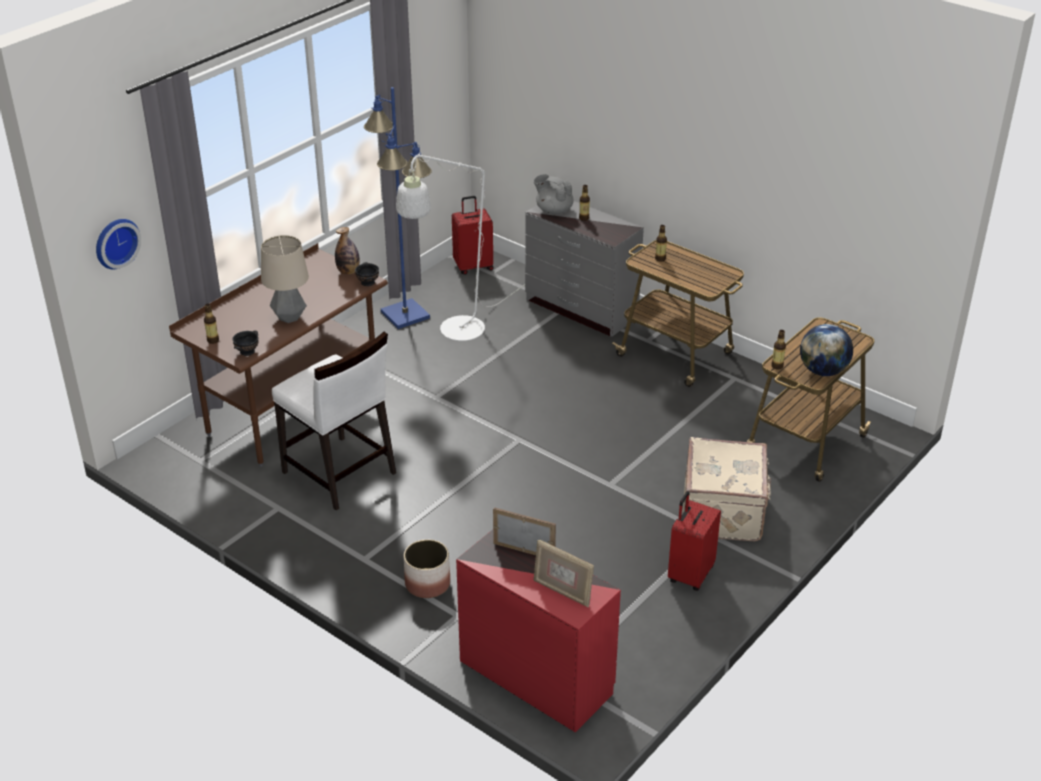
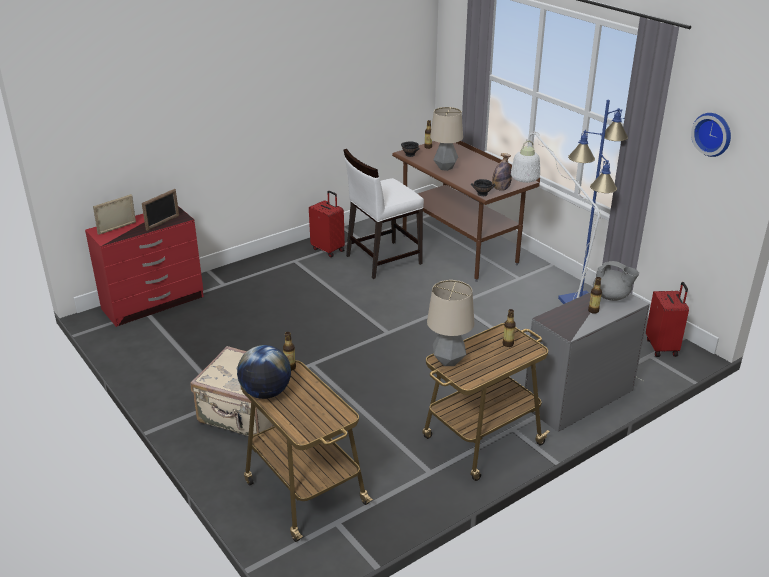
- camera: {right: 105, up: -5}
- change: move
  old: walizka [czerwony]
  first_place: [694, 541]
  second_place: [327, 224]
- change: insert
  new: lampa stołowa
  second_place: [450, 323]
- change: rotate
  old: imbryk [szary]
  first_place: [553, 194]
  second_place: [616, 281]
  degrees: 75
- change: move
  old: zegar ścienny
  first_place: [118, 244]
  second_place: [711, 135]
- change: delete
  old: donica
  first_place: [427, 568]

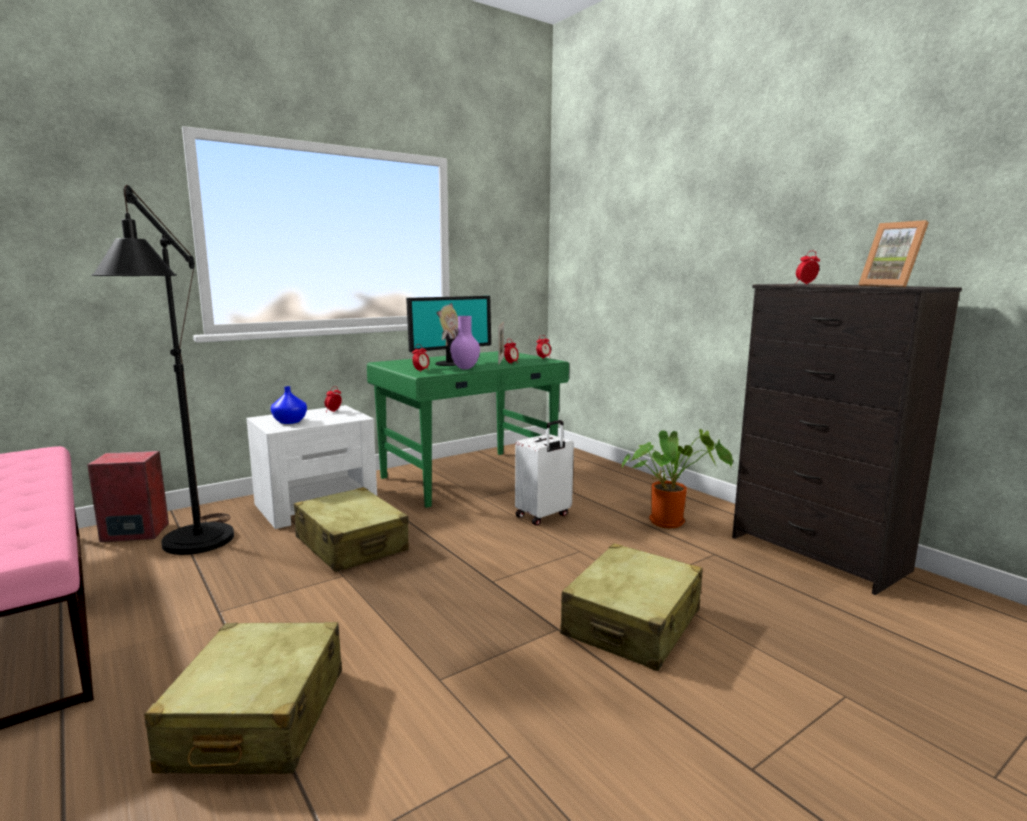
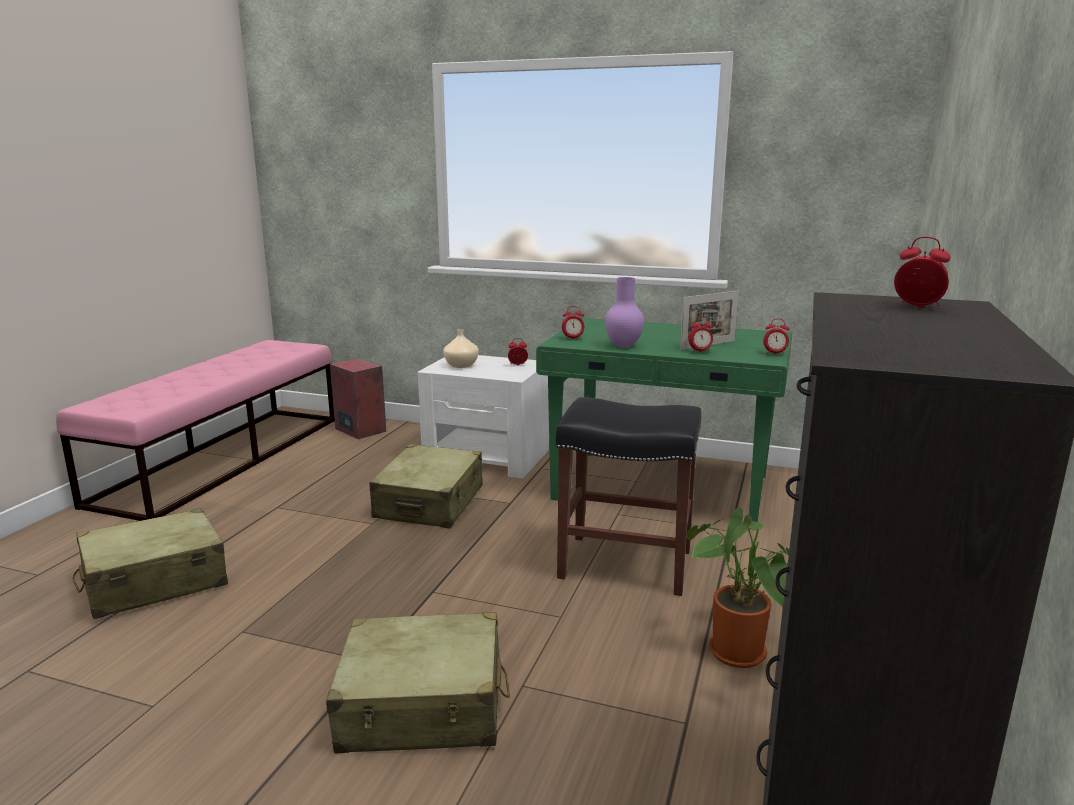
- camera: {right: 55, up: 5}
- change: recolor
  old: wazon [niebieski]
  new: wazon [beżowy]
  first_place: [289, 405]
  second_place: [461, 348]
- change: replace
  old: walizka [biały]
  new: stołek [czarny]
  first_place: [544, 473]
  second_place: [628, 496]
- change: delete
  old: lampa stojąca [czarny]
  first_place: [162, 370]
- change: delete
  old: monitor
  first_place: [448, 331]
- change: delete
  old: ramka na zdjęcie
  first_place: [893, 253]

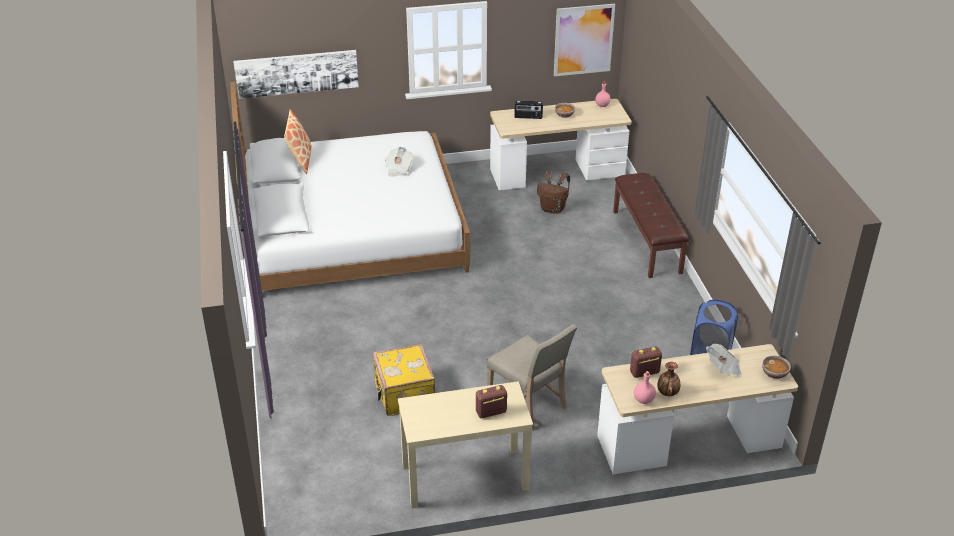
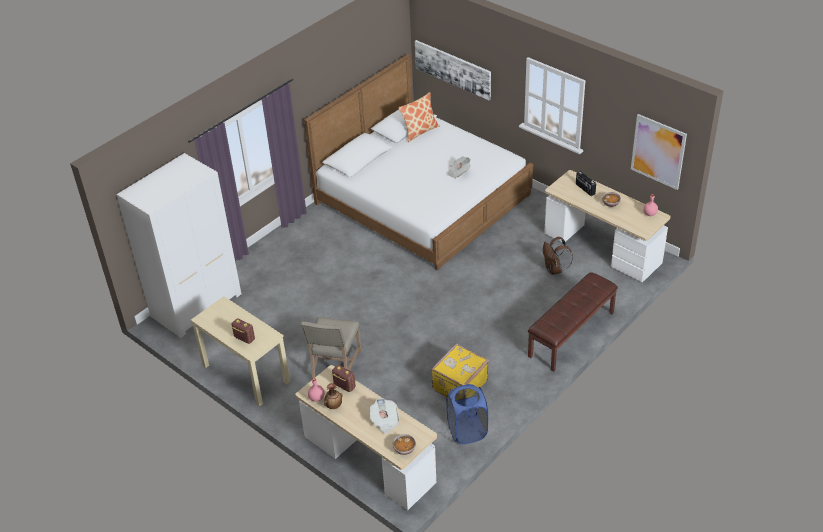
- camera: {right: 55, up: 5}
- change: insert
  new: szafa [biały]
  second_place: [178, 245]
- change: move
  old: walizka [żółty]
  first_place: [403, 380]
  second_place: [460, 370]

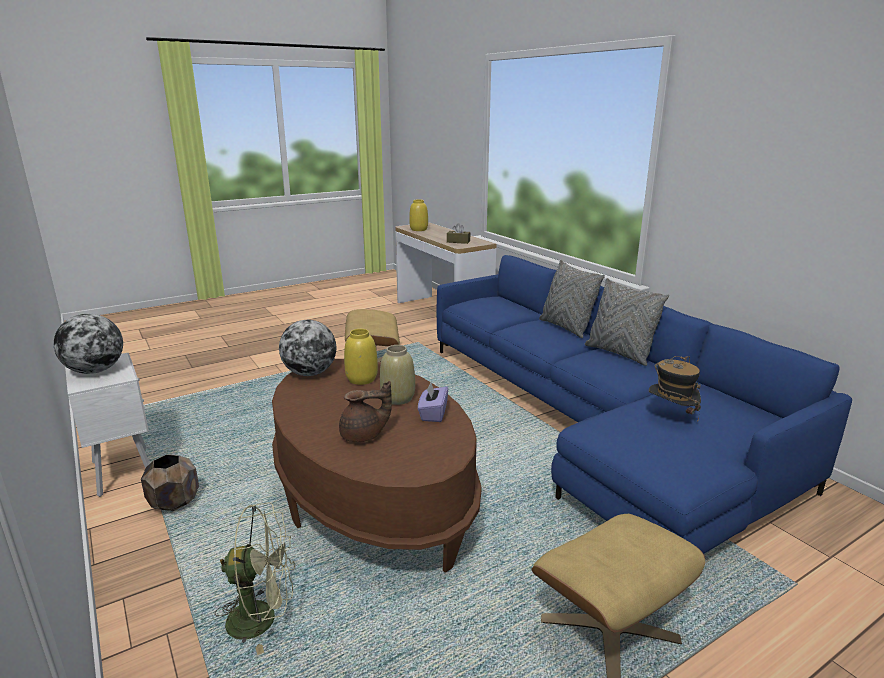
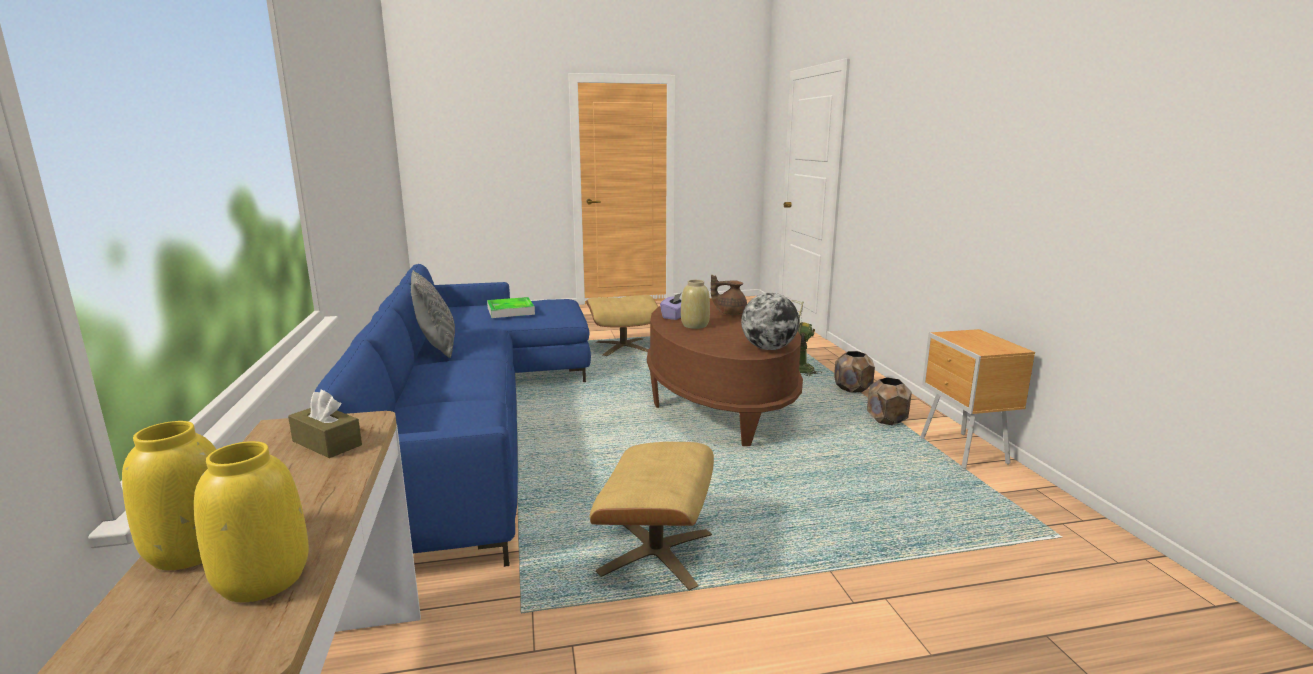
- camera: {right: -160, up: -5}
- change: move
  old: wazon [żółty]
  first_place: [361, 357]
  second_place: [169, 495]
- change: replace
  old: kapelusz
  new: taca
  first_place: [675, 389]
  second_place: [511, 307]
- change: insert
  new: donica [brązowy]
  second_place: [854, 371]
- change: recolor
  old: szafka nocna [biały]
  new: szafka nocna [brązowy]
  first_place: [107, 425]
  second_place: [977, 399]
- change: delete
  old: globus
  first_place: [88, 344]
- change: delete
  old: poduszka [szary]
  first_place: [572, 299]

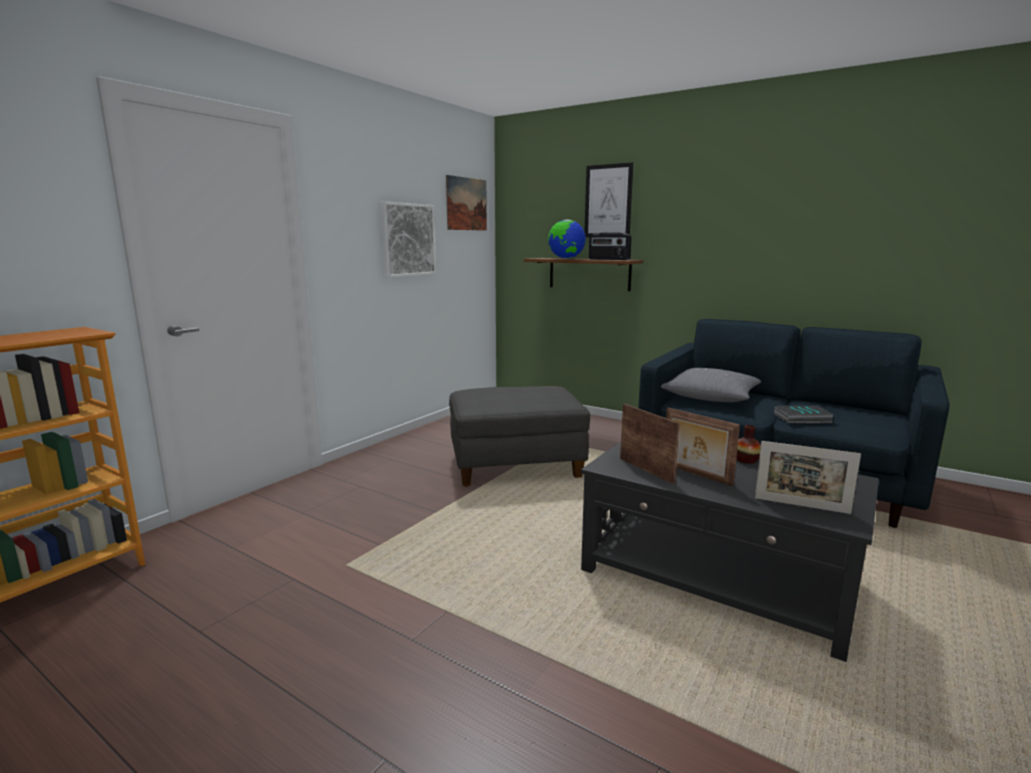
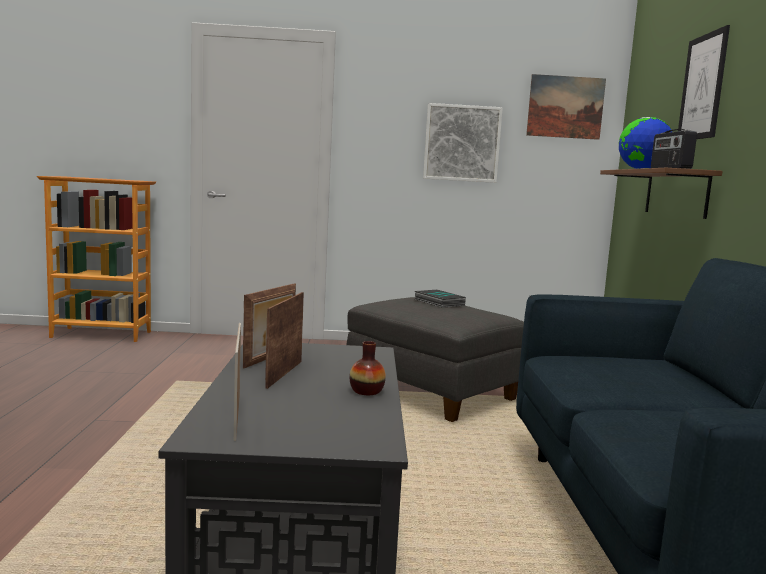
- camera: {right: 55, up: -5}
- change: move
  old: książka
  first_place: [804, 414]
  second_place: [440, 299]
- change: delete
  old: poduszka [szary]
  first_place: [711, 385]

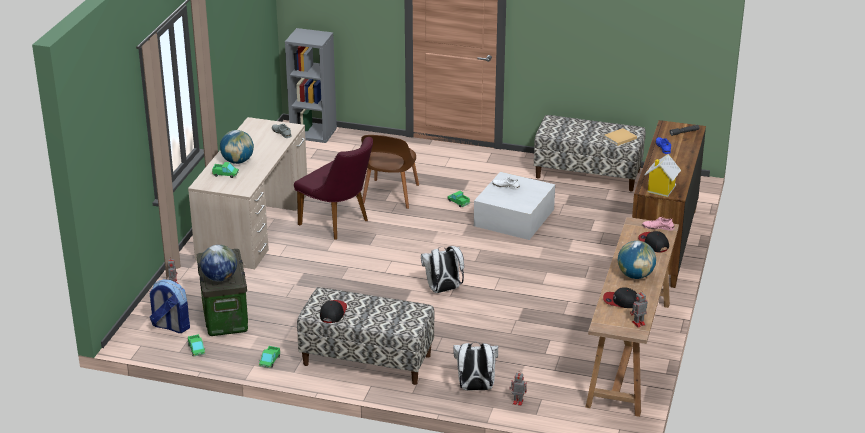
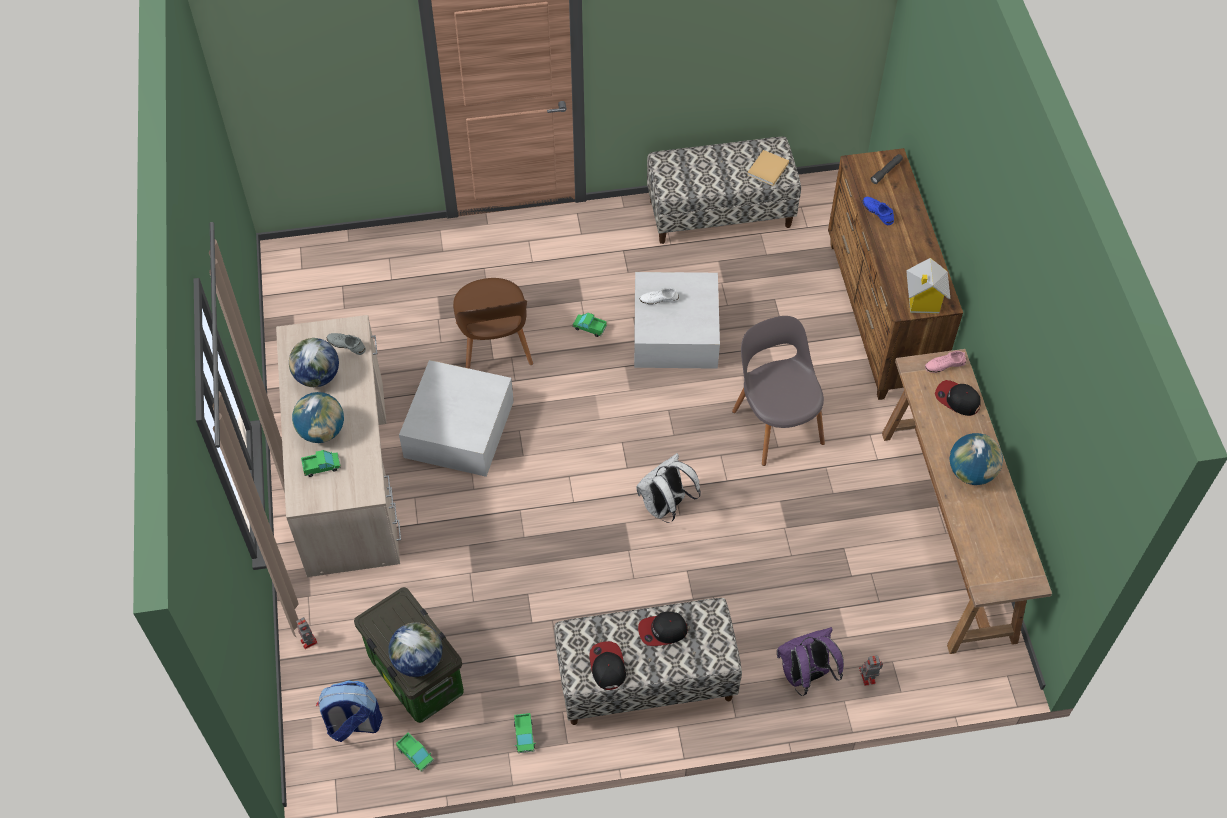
- camera: {right: -25, up: 25}
- change: insert
  new: globus
  second_place: [314, 362]
- change: replace
  old: krzesło [fioletowy]
  new: pojemnik do przechowywania [biały]
  first_place: [333, 188]
  second_place: [456, 418]
- change: move
  old: czapka z daszkiem
  first_place: [620, 297]
  second_place: [663, 629]
- change: insert
  new: krzesło [szary]
  second_place: [778, 391]
- change: recolor
  old: plecak [biały]
  new: plecak [fioletowy]
  first_place: [475, 366]
  second_place: [810, 661]
- change: delete
  old: regał [szary]
  first_place: [311, 85]
- change: delete
  old: robot zabawkowy
  first_place: [639, 309]

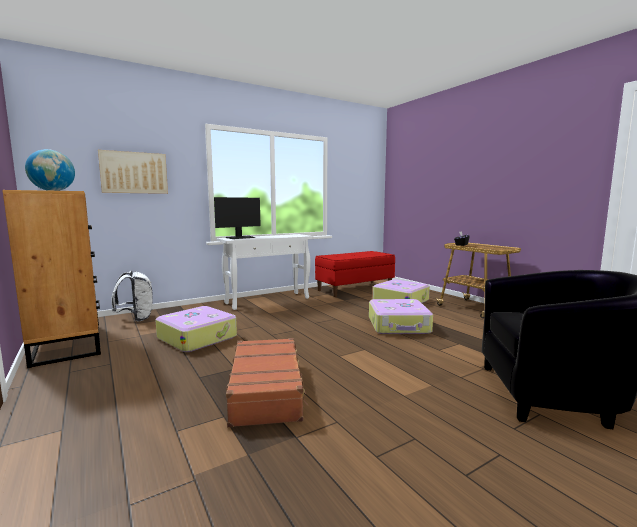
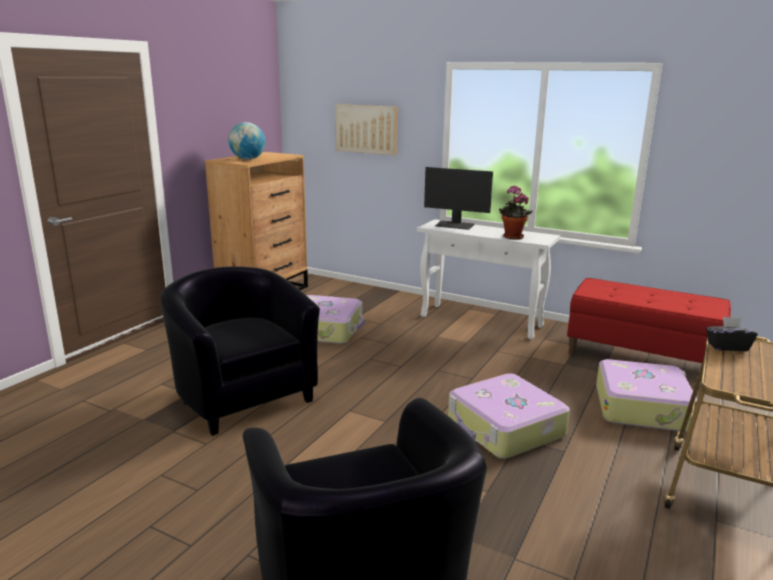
- camera: {right: 60, up: 10}
- change: replace
  old: walizka [brązowy]
  new: fotel [czarny]
  first_place: [267, 382]
  second_place: [240, 351]
- change: insert
  new: roślina doniczkowa
  second_place: [516, 212]
- change: delete
  old: plecak [biały]
  first_place: [132, 296]

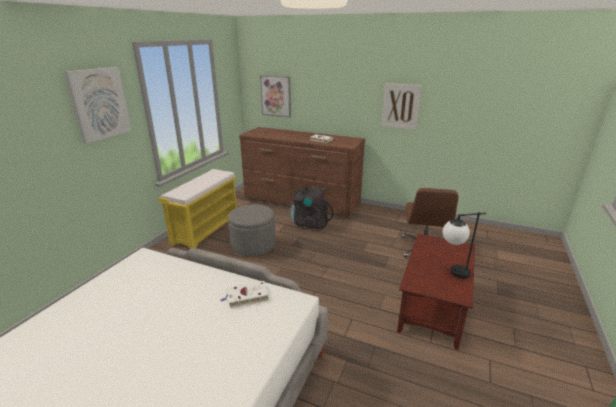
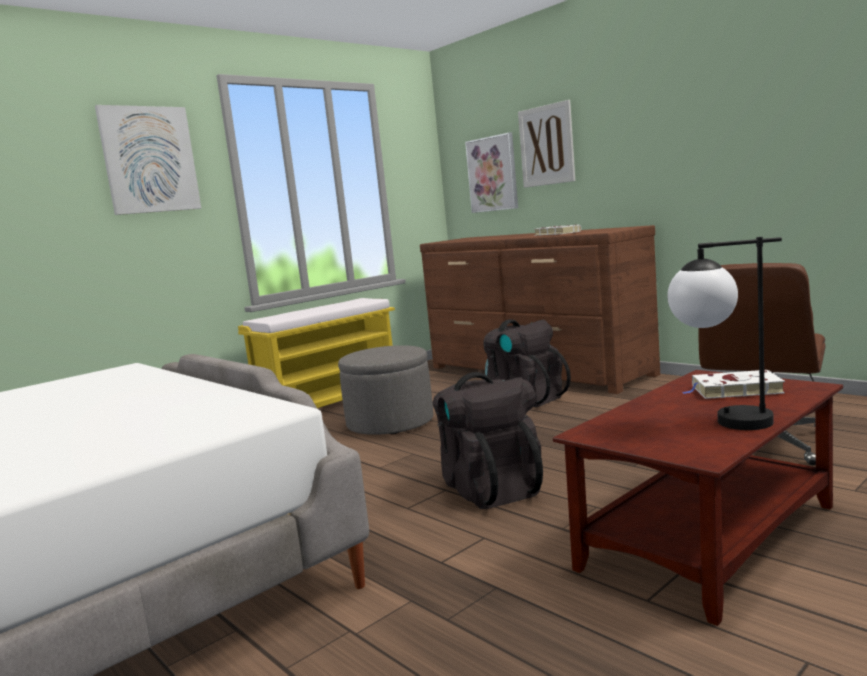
- camera: {right: 25, up: -15}
- change: insert
  new: plecak [czarny]
  second_place: [487, 440]
- change: move
  old: obraz
  first_place: [401, 106]
  second_place: [546, 144]
- change: move
  old: książka [biały]
  first_place: [244, 294]
  second_place: [734, 384]

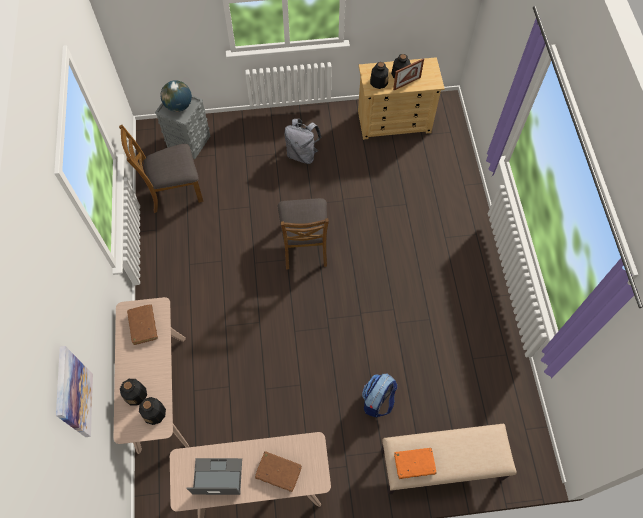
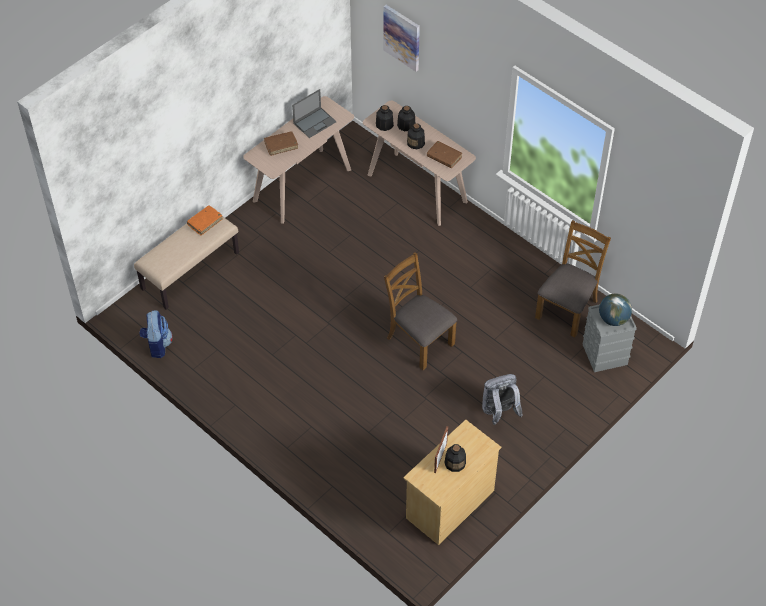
- camera: {right: 140, up: -10}
- change: move
  old: plecak
  first_place: [379, 395]
  second_place: [156, 334]
- change: move
  old: butelka
  first_place: [379, 75]
  second_place: [416, 136]

